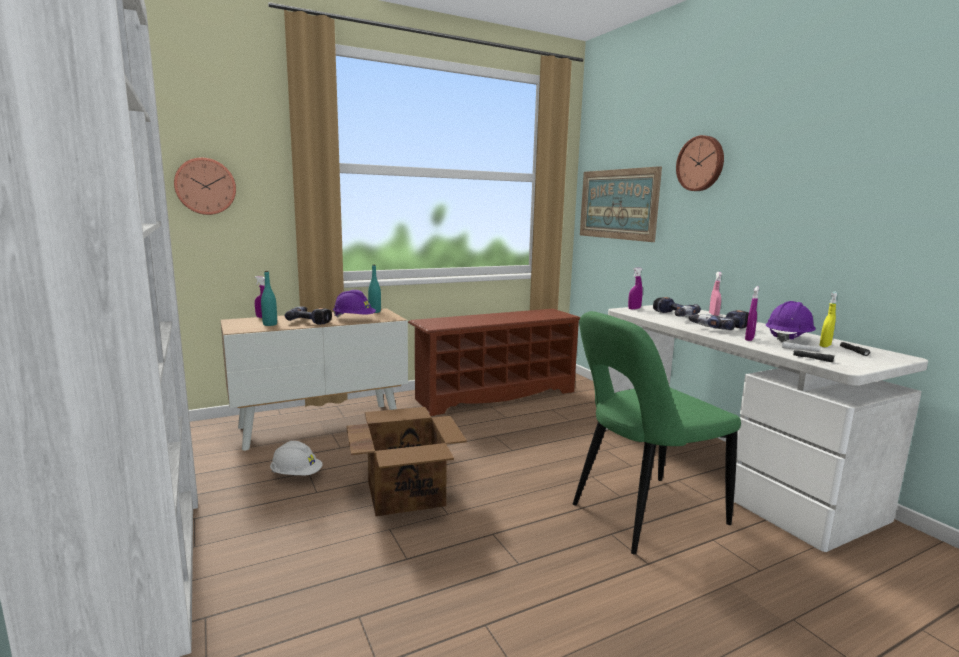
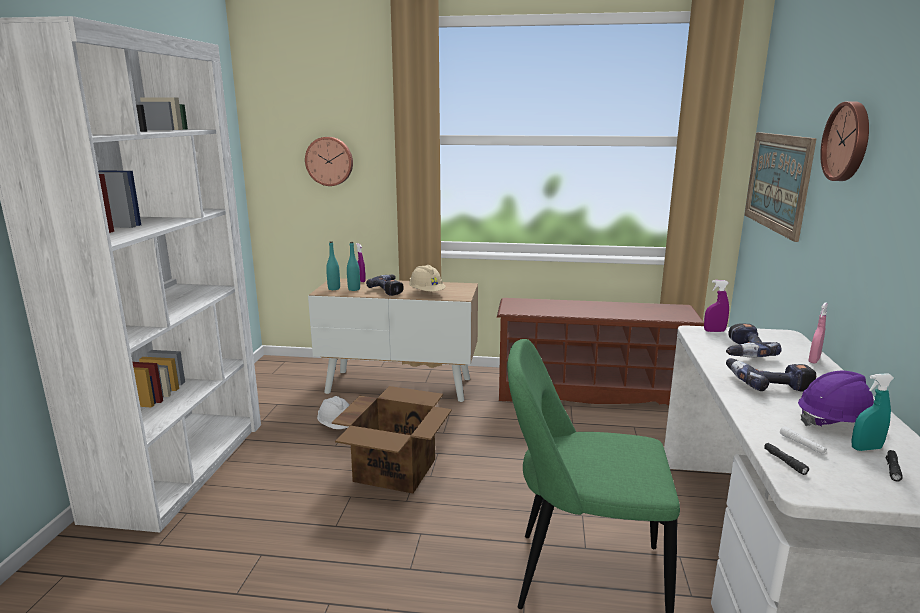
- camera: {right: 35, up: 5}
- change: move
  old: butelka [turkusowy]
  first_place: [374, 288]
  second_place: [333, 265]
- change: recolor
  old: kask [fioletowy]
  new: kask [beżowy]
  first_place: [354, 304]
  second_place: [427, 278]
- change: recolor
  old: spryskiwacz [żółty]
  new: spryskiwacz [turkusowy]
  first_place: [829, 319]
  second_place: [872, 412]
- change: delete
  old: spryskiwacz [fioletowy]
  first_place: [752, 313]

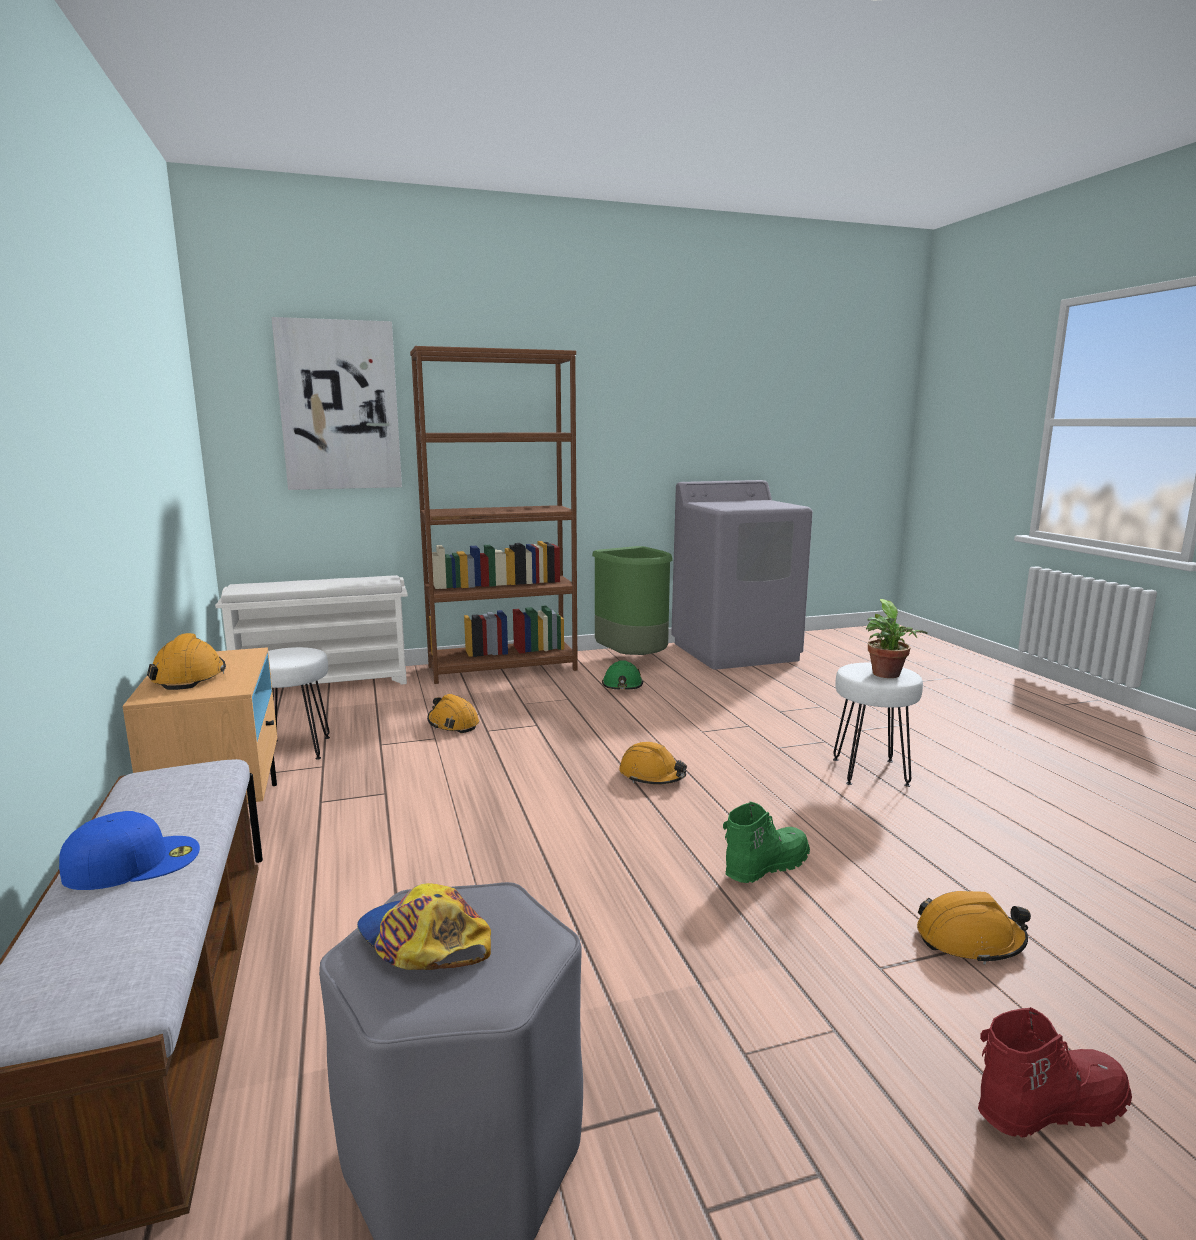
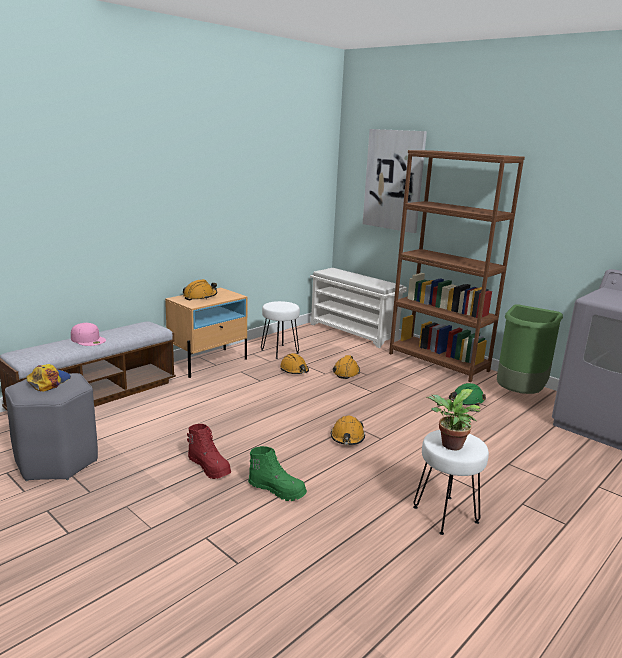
- camera: {right: 60, up: 5}
- change: recolor
  old: czapka z daszkiem [niebieski]
  new: czapka z daszkiem [różowy]
  first_place: [129, 850]
  second_place: [88, 334]
- change: move
  old: but z cholewką [czerwony]
  first_place: [1055, 1072]
  second_place: [209, 451]
- change: move
  old: kask [pomarańczowy]
  first_place: [974, 927]
  second_place: [294, 363]

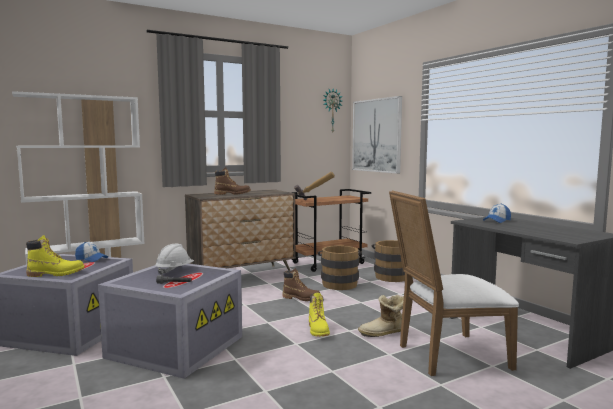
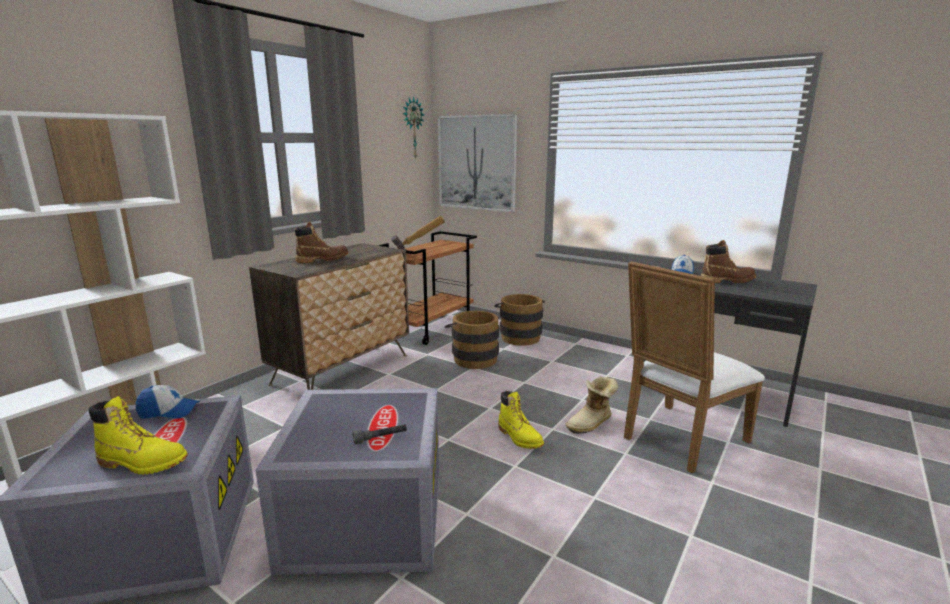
- camera: {right: -25, up: 10}
- change: rotate
  old: but z cholewką [żółty]
  first_place: [55, 256]
  second_place: [138, 435]
  degrees: 45
- change: move
  old: but z cholewką [brązowy]
  first_place: [301, 284]
  second_place: [728, 261]
- change: delete
  old: kask [biały]
  first_place: [174, 259]

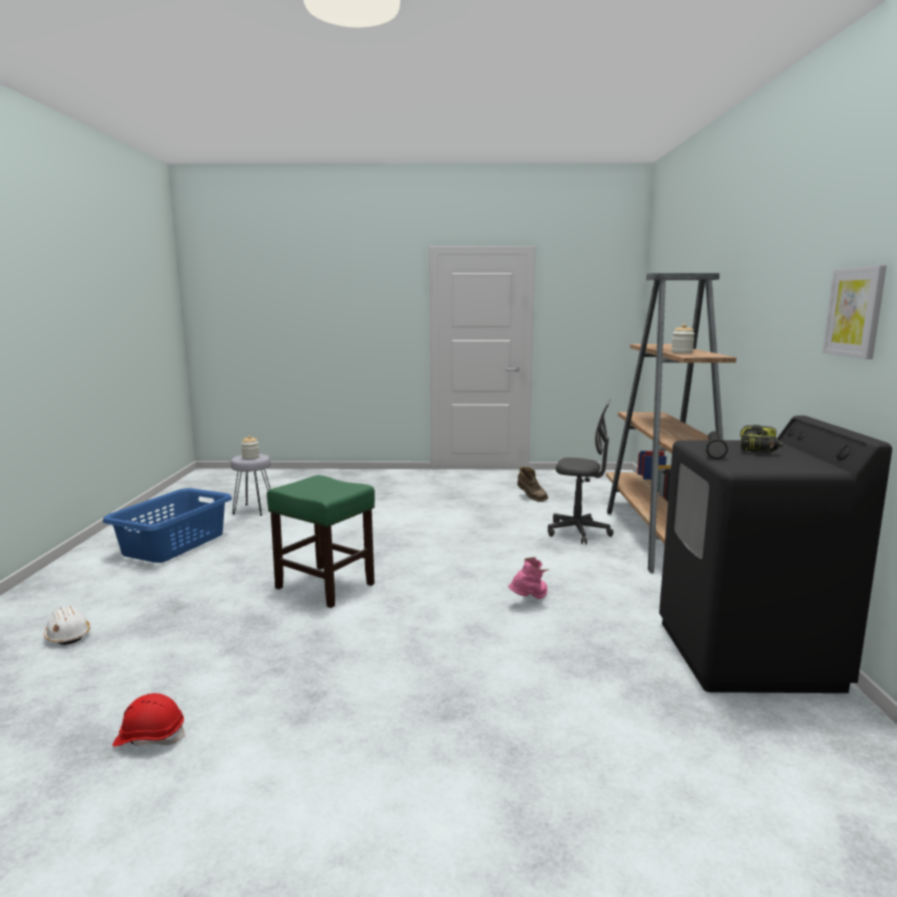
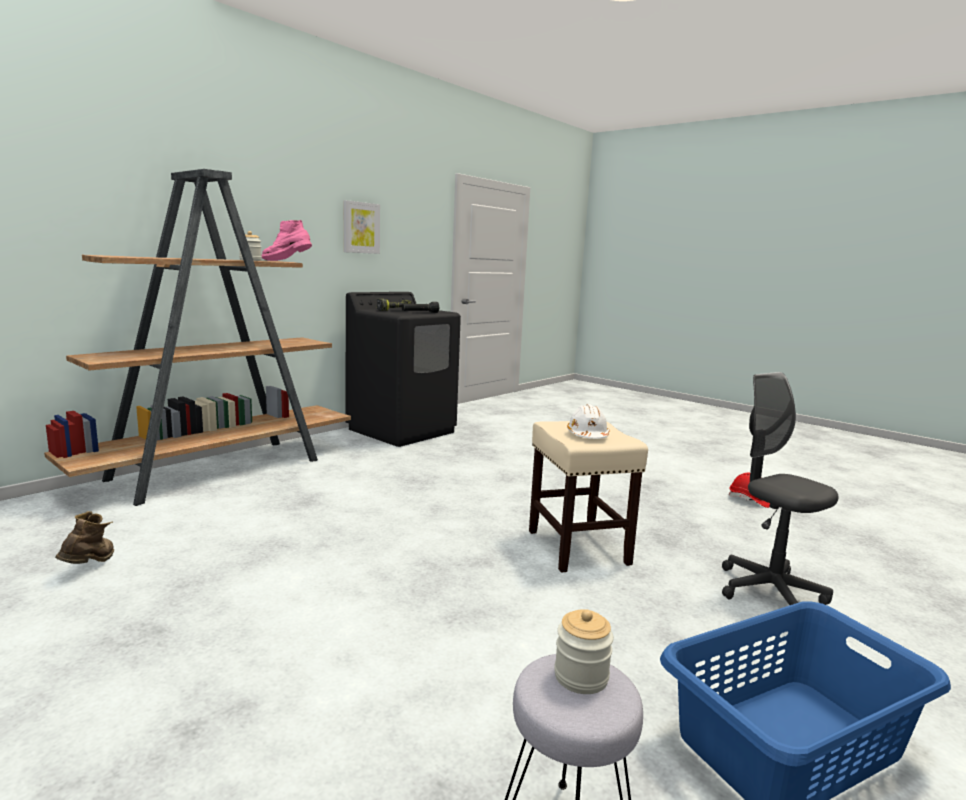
- camera: {right: -140, up: 0}
- change: move
  old: but z cholewką [różowy]
  first_place: [528, 578]
  second_place: [286, 240]
- change: recolor
  old: stołek [zielony]
  new: stołek [beżowy]
  first_place: [321, 541]
  second_place: [588, 497]
- change: move
  old: kask [biały]
  first_place: [67, 625]
  second_place: [588, 421]
- change: move
  old: krzesło biurowe [szary]
  first_place: [580, 471]
  second_place: [780, 488]

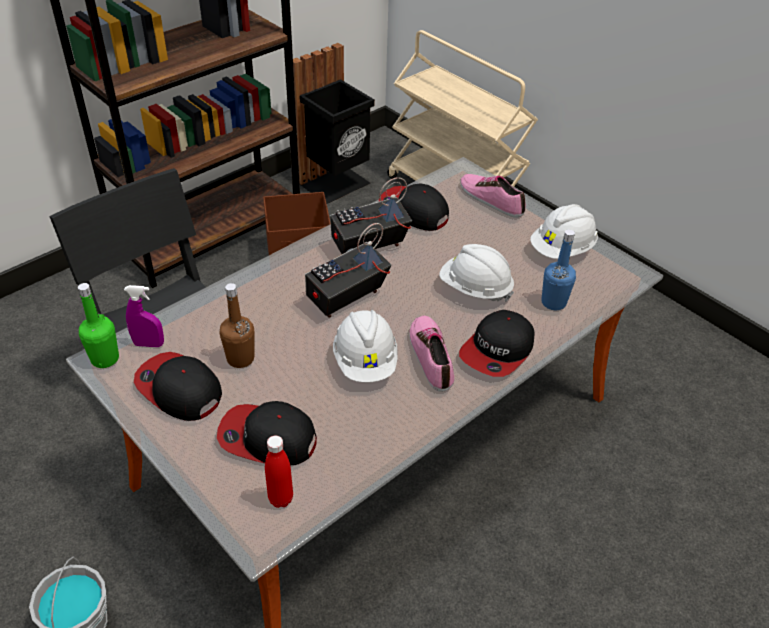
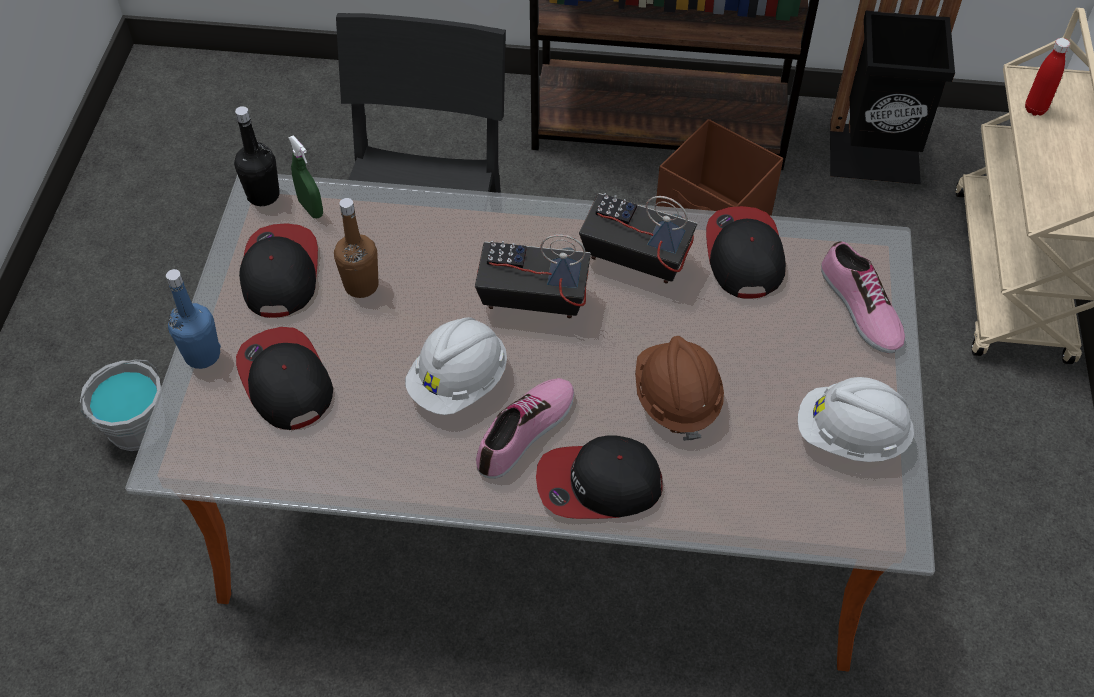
- camera: {right: 50, up: 10}
- change: move
  old: butelka [niebieski]
  first_place: [558, 269]
  second_place: [193, 319]
- change: recolor
  old: butelka [zielony]
  new: butelka [czarny]
  first_place: [98, 325]
  second_place: [257, 156]
- change: recolor
  old: spryskiwacz [fioletowy]
  new: spryskiwacz [zielony]
  first_place: [144, 316]
  second_place: [305, 177]
- change: recolor
  old: kask [biały]
  new: kask [brązowy]
  first_place: [476, 273]
  second_place: [679, 388]
- change: rotate
  old: but
  first_place: [493, 196]
  second_place: [863, 297]
  degrees: 150
- change: move
  old: butelka [czerwony]
  first_place: [279, 471]
  second_place: [1047, 77]

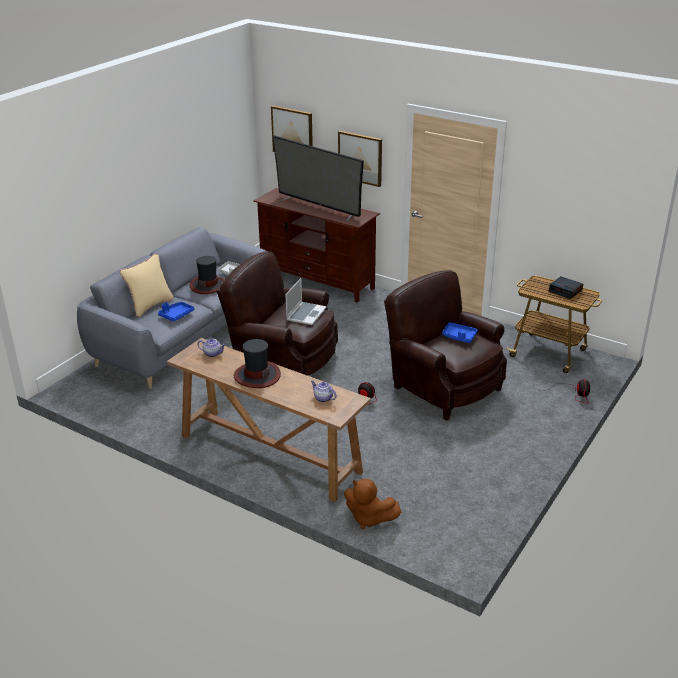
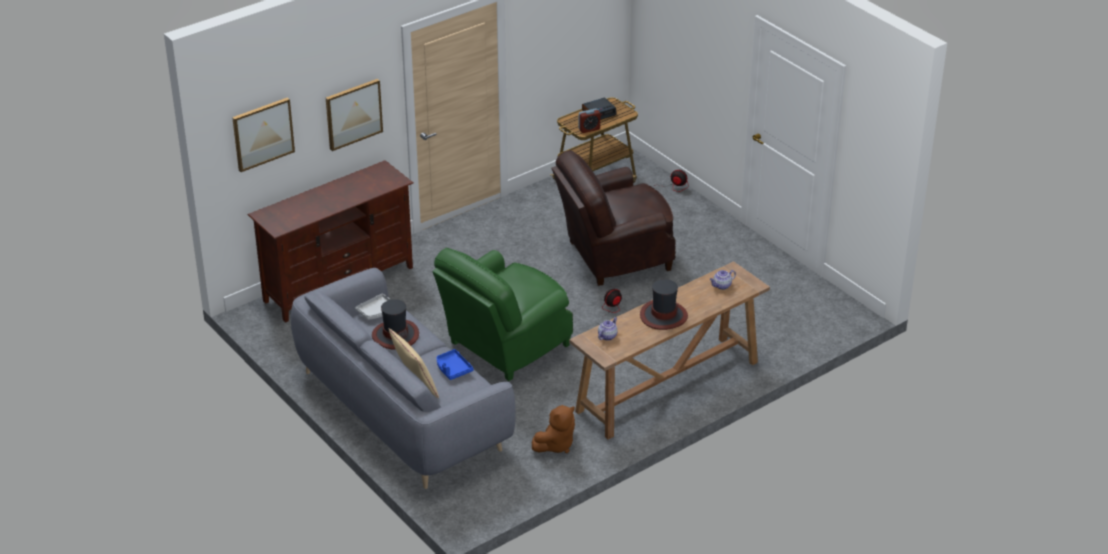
- camera: {right: -70, up: 5}
- change: recolor
  old: fotel [brązowy]
  new: fotel [zielony]
  first_place: [277, 313]
  second_place: [502, 314]
- change: move
  old: pluszak [brązowy]
  first_place: [372, 504]
  second_place: [553, 429]
- change: insert
  new: budzik
  second_place: [589, 120]
- change: delete
  old: telewizor
  first_place: [318, 178]
- change: delete
  old: laptop
  first_place: [306, 301]
- change: delete
  old: taca [niebieski]
  first_place: [460, 332]

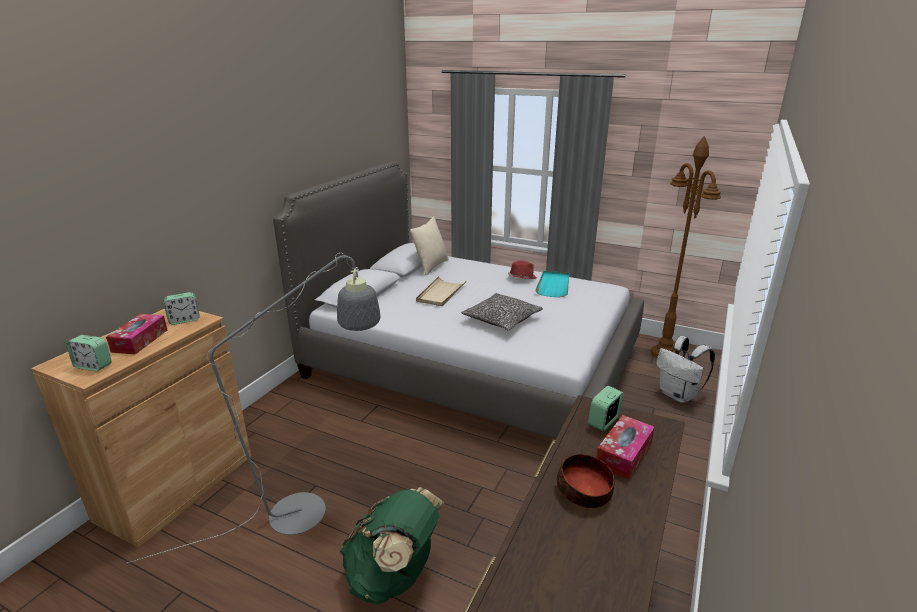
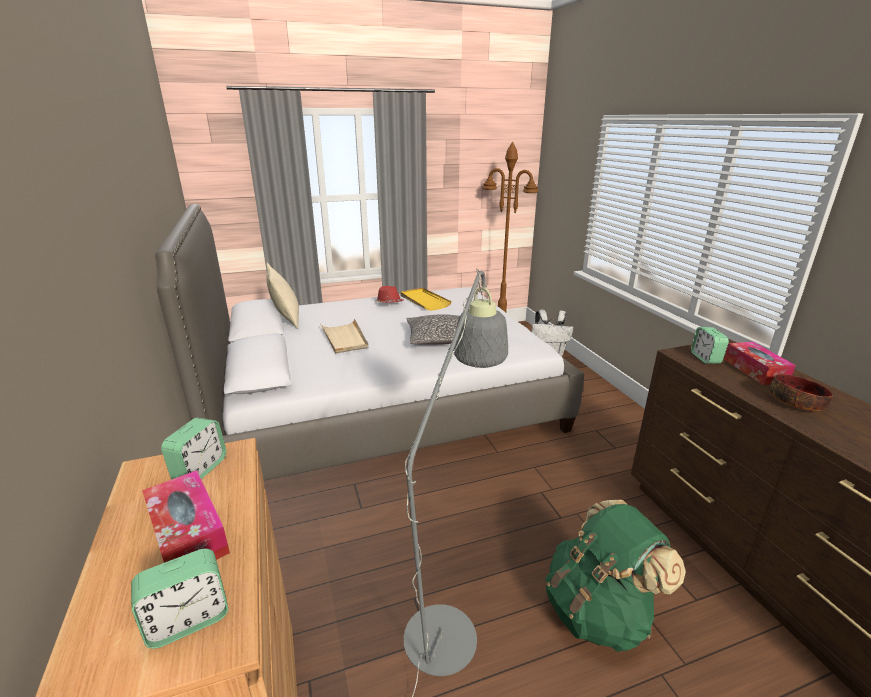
- camera: {right: -45, up: 0}
- change: recolor
  old: taca [turkusowy]
  new: taca [żółty]
  first_place: [552, 284]
  second_place: [426, 299]

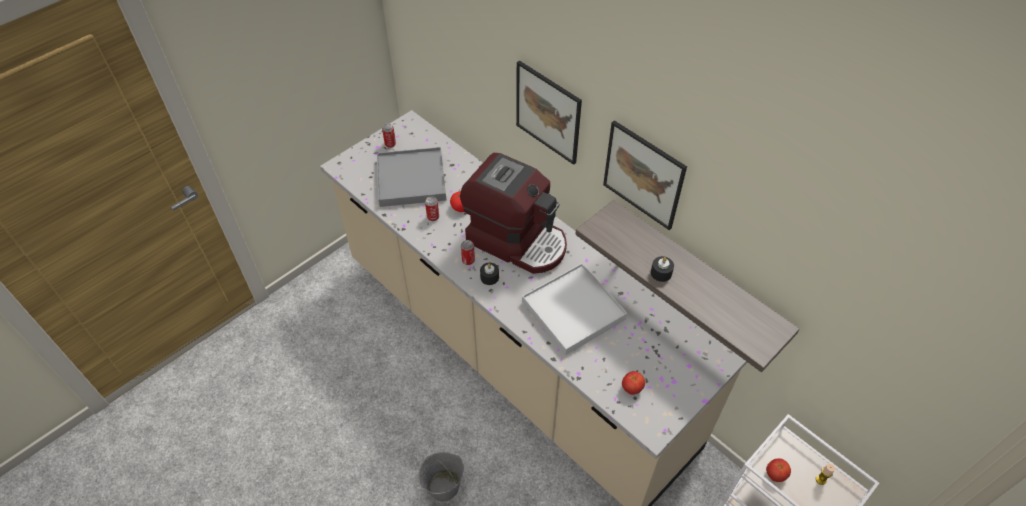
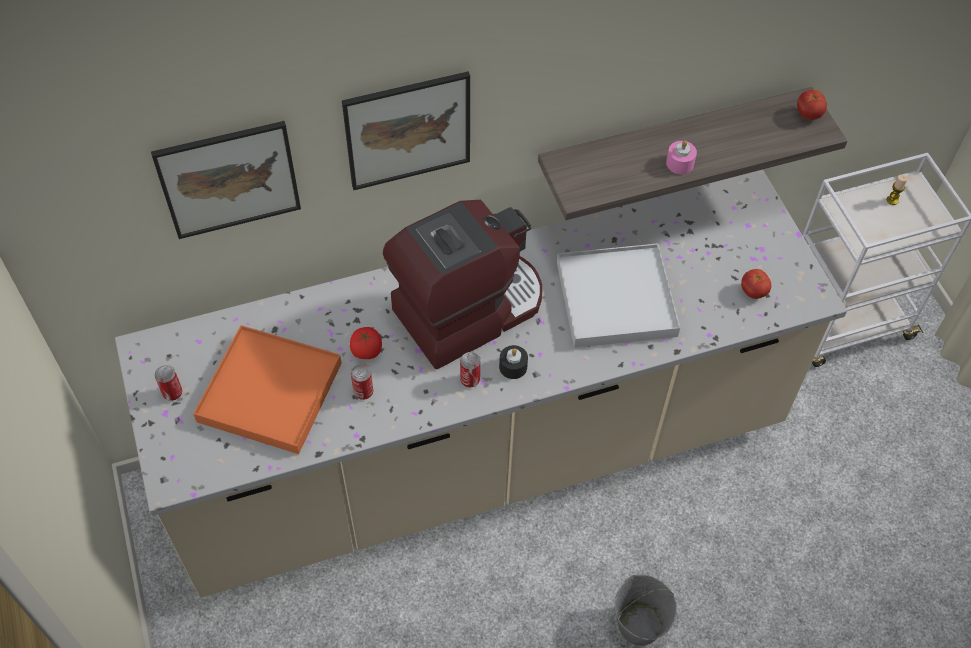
- camera: {right: -65, up: 5}
- change: move
  old: obraz
  first_place: [645, 175]
  second_place: [226, 180]
- change: recolor
  old: taca [szary]
  new: taca [pomarańczowy]
  first_place: [411, 177]
  second_place: [267, 389]
- change: recolor
  old: świeca [czarny]
  new: świeca [różowy]
  first_place: [662, 269]
  second_place: [681, 157]
- change: move
  old: pomidor
  first_place: [778, 470]
  second_place: [812, 105]

